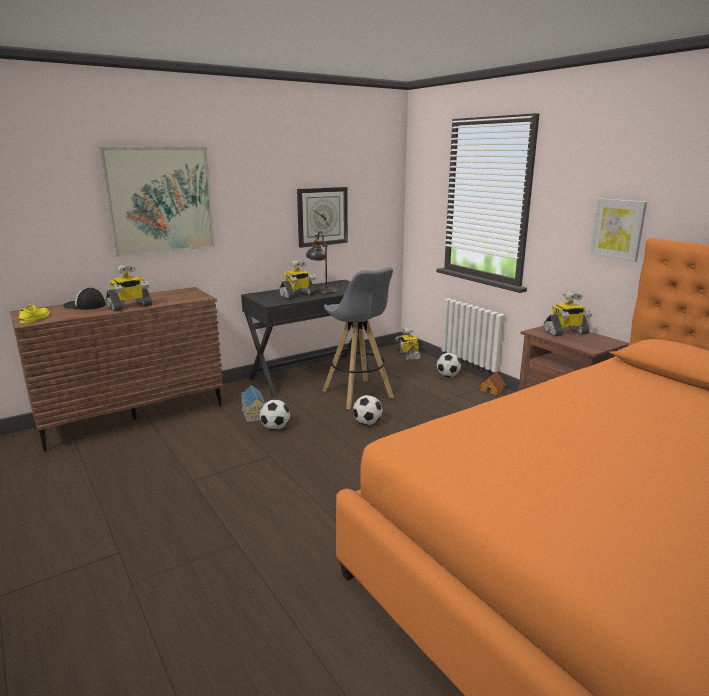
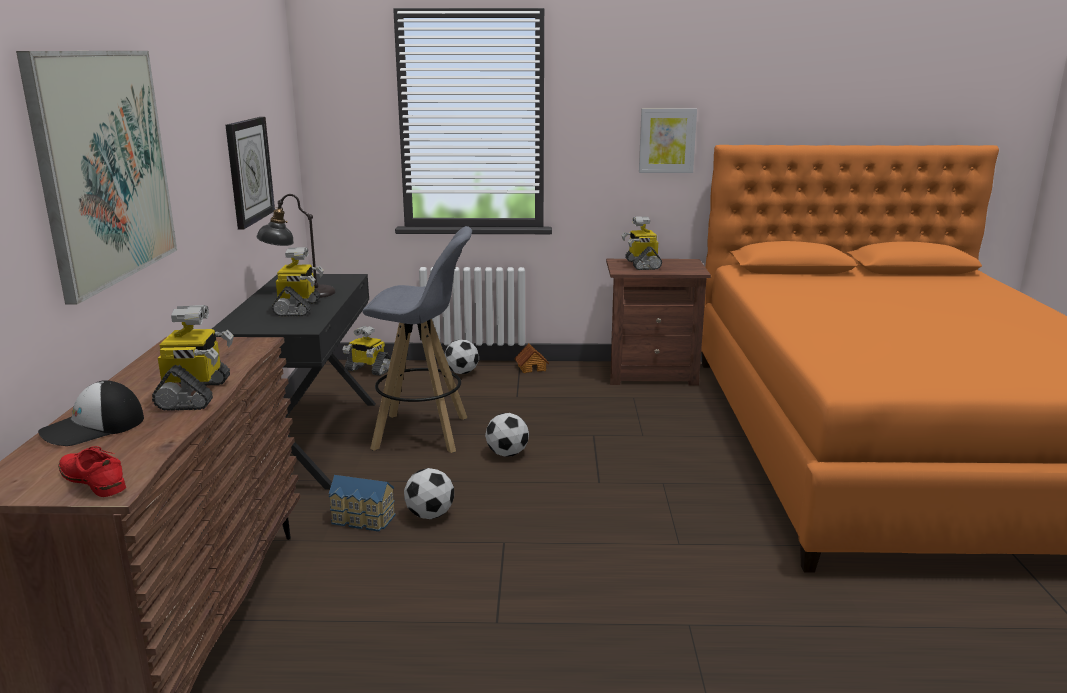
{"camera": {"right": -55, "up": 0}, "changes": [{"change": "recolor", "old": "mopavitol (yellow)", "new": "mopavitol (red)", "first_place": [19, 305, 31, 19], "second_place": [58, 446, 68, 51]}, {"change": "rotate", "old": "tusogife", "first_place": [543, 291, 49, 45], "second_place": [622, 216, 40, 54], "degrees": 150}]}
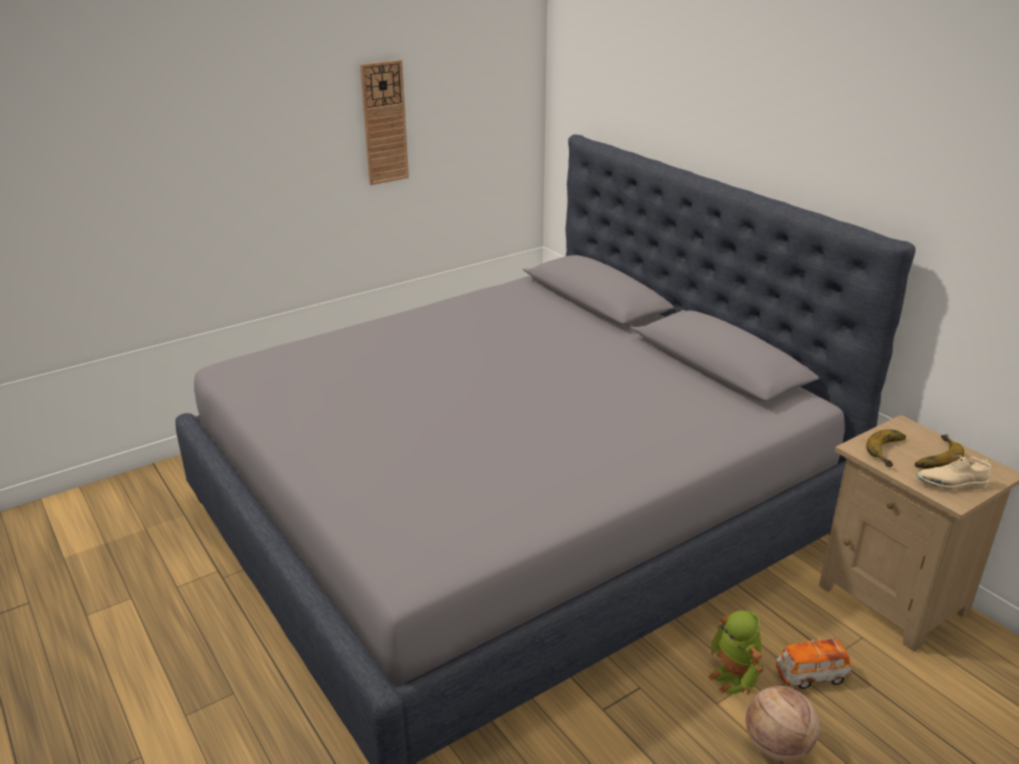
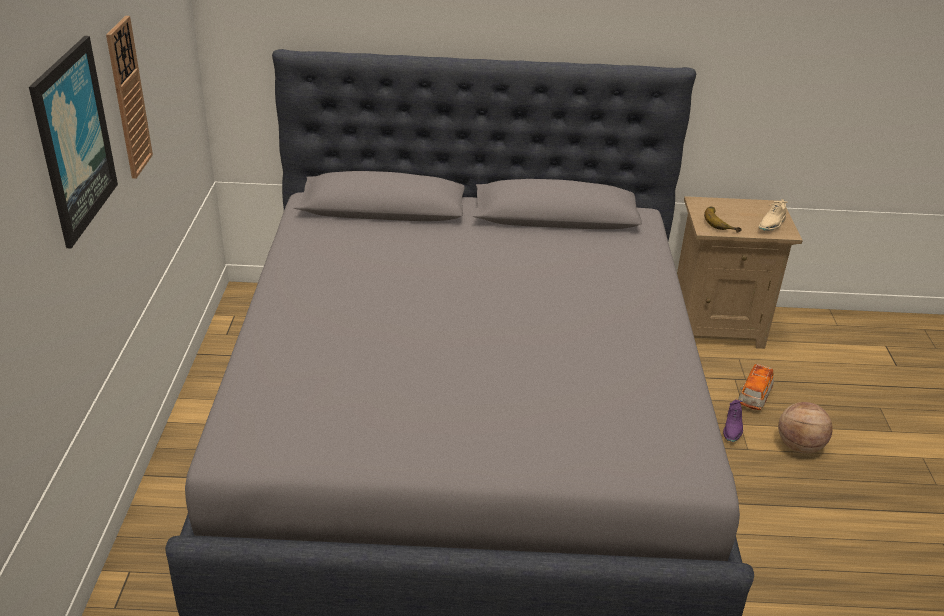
{"camera": {"right": -55, "up": 5}, "changes": [{"change": "delete", "old": "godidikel", "first_place": [915, 435, 49, 34]}, {"change": "insert", "new": "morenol", "second_place": [29, 36, 89, 212]}, {"change": "replace", "old": "tusogife", "new": "mopavitol (purple)", "first_place": [709, 611, 55, 84], "second_place": [723, 399, 20, 43]}]}
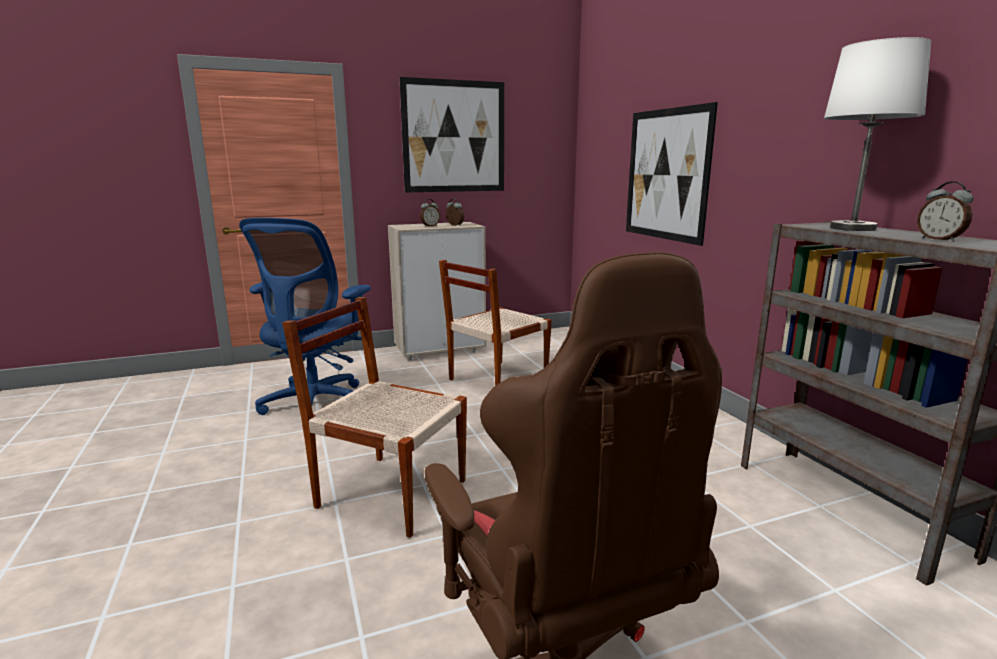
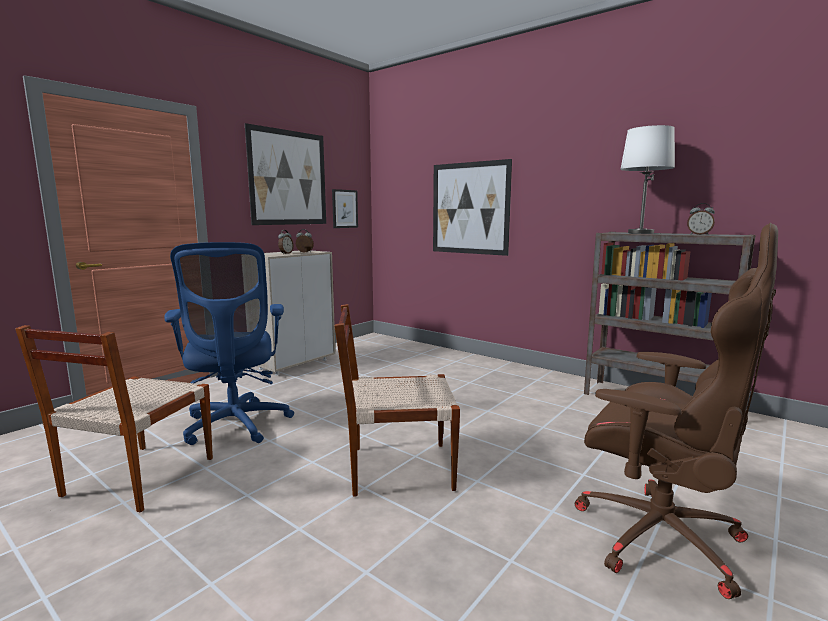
{"camera": {"right": -30, "up": -5}, "changes": [{"change": "insert", "new": "morenol", "second_place": [332, 189, 26, 39]}, {"change": "move", "old": "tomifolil", "first_place": [439, 260, 112, 126], "second_place": [15, 325, 198, 187]}]}
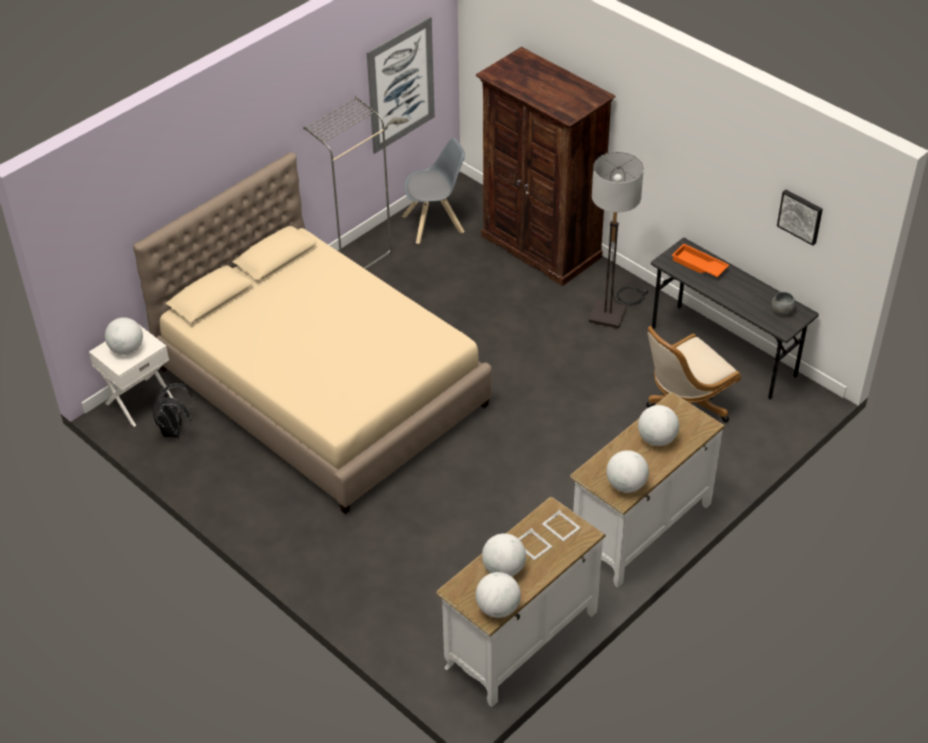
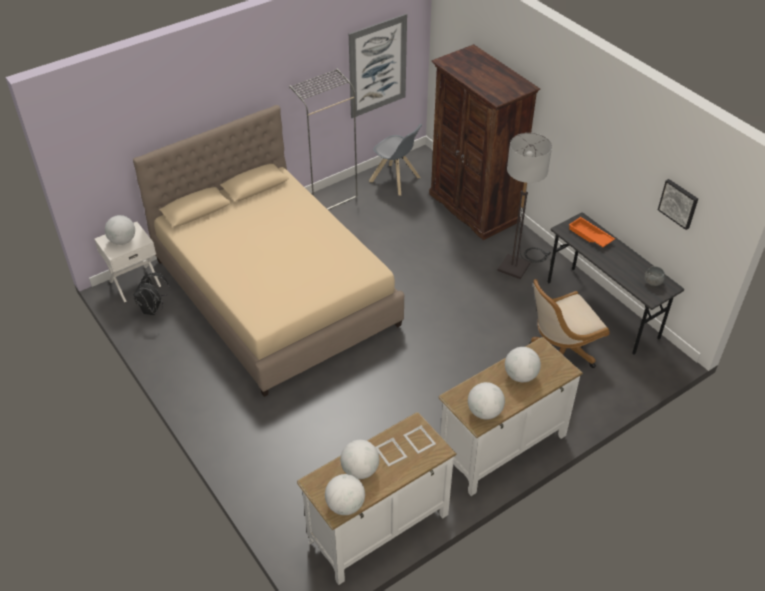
{"camera": {"right": 10, "up": 0}, "changes": [{"change": "rotate", "old": "tomifolil (grey)", "first_place": [402, 138, 63, 106], "second_place": [369, 124, 53, 72], "degrees": 45}]}
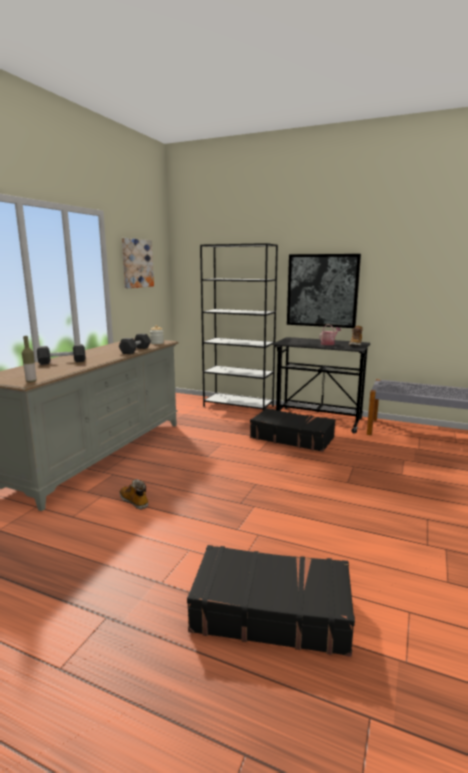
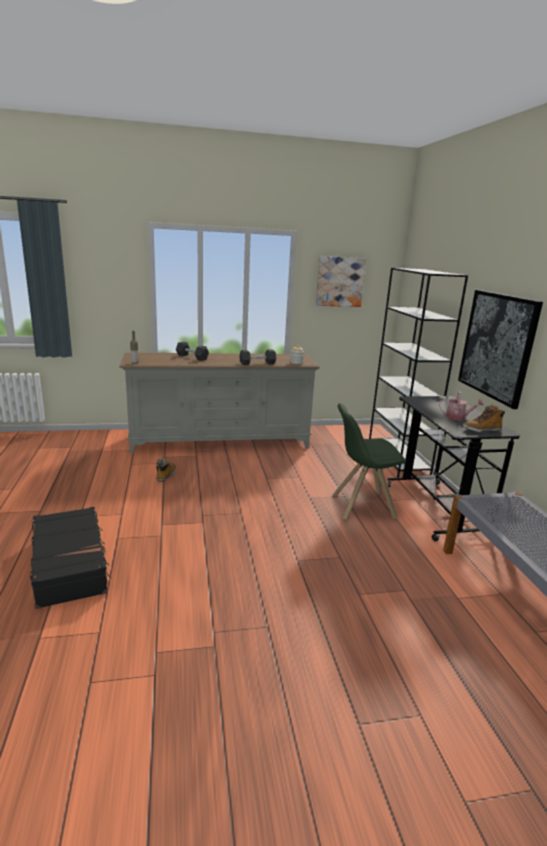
{"camera": {"right": 55, "up": 5}, "changes": [{"change": "replace", "old": "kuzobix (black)", "new": "tomifolil (green)", "first_place": [250, 408, 86, 44], "second_place": [332, 403, 74, 117]}]}
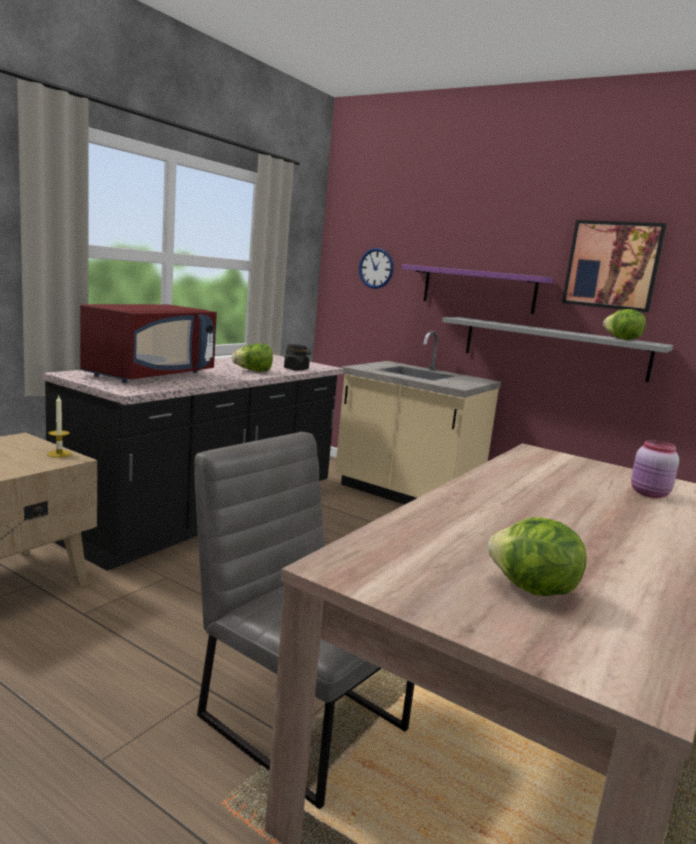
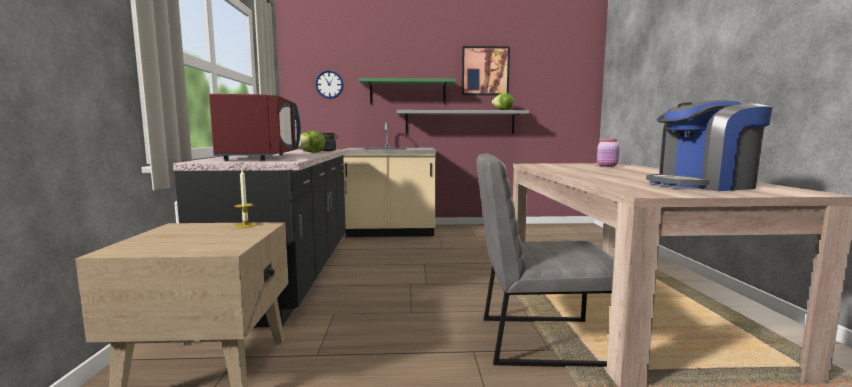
{"camera": {"right": -35, "up": -5}, "changes": [{"change": "replace", "old": "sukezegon", "new": "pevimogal", "first_place": [488, 517, 99, 79], "second_place": [646, 100, 127, 91]}, {"change": "recolor", "old": "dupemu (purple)", "new": "dupemu (green)", "first_place": [402, 264, 152, 50], "second_place": [359, 78, 97, 26]}]}
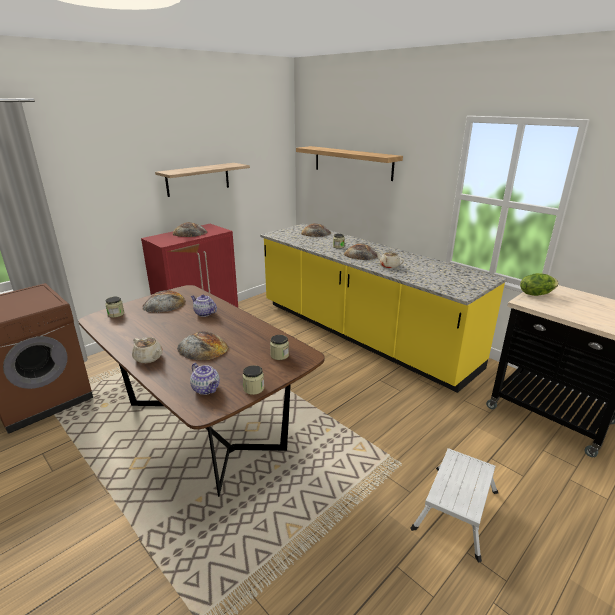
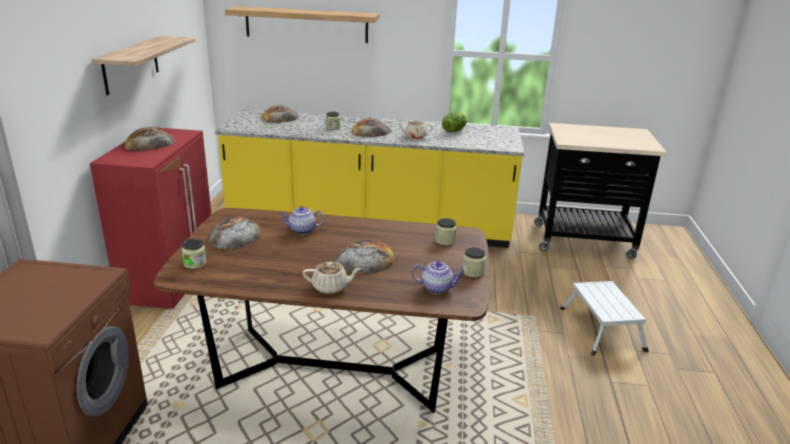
{"camera": {"right": -40, "up": 0}, "changes": [{"change": "move", "old": "sukezegon", "first_place": [520, 273, 39, 23], "second_place": [442, 112, 25, 20]}]}
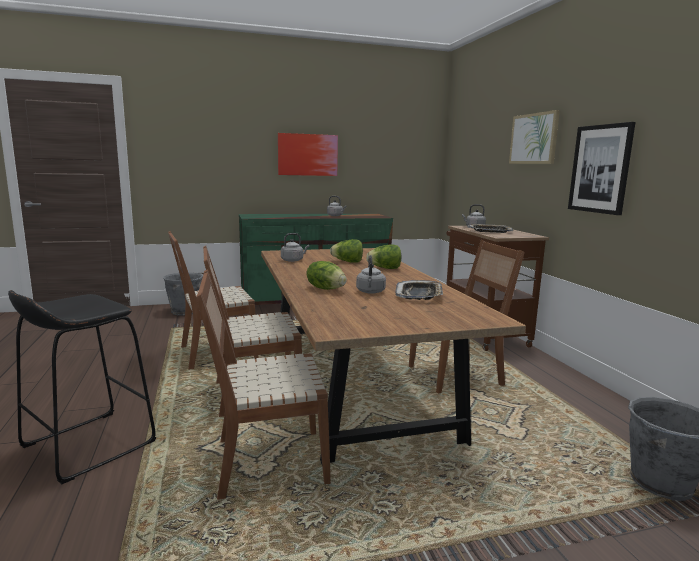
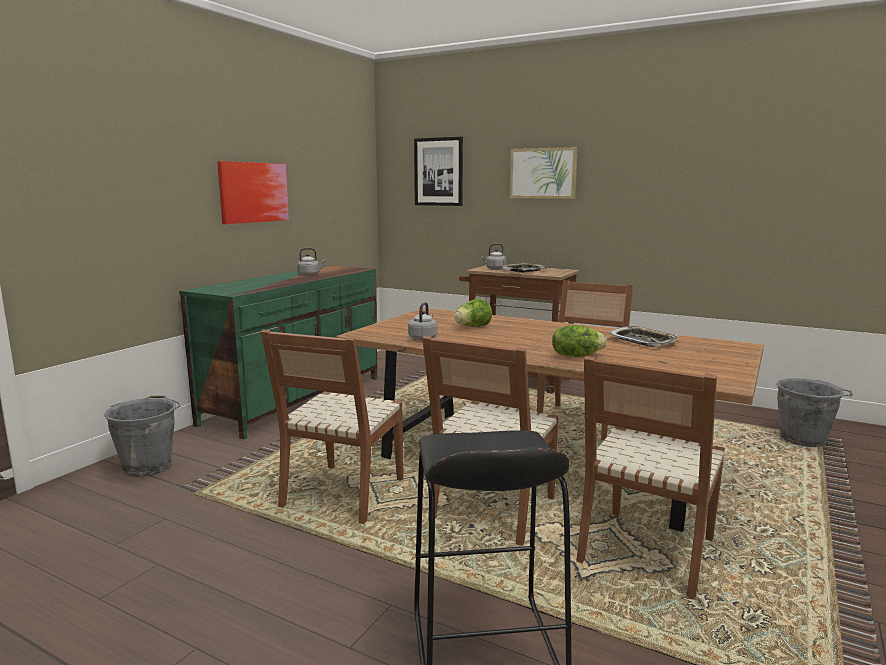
{"camera": {"right": -45, "up": 0}, "changes": [{"change": "delete", "old": "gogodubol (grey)", "first_place": [356, 255, 30, 39]}, {"change": "delete", "old": "sukezegon", "first_place": [366, 244, 35, 25]}, {"change": "move", "old": "morenol", "first_place": [568, 122, 68, 93], "second_place": [414, 137, 49, 69]}]}
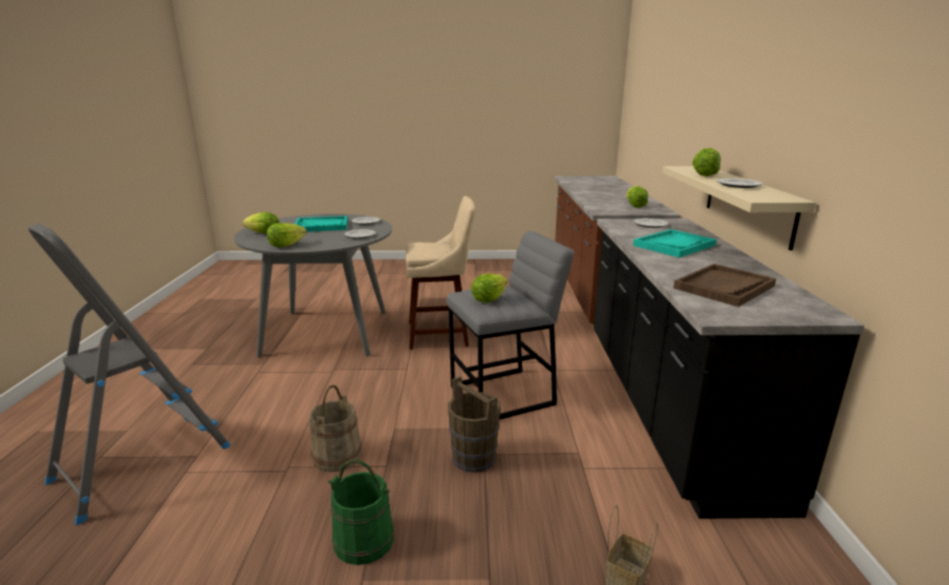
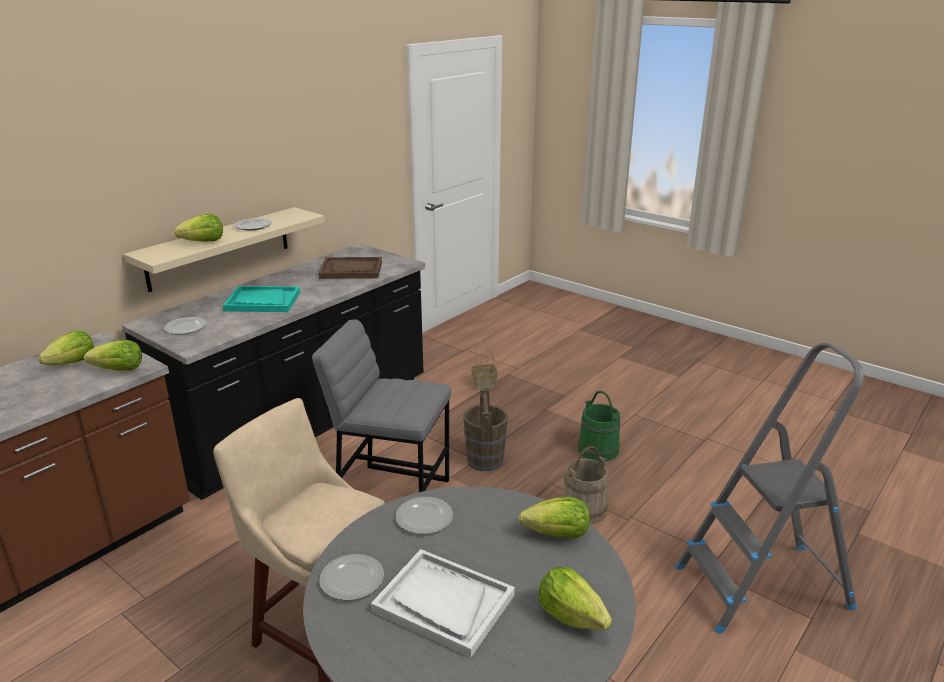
{"camera": {"right": -140, "up": 5}, "changes": [{"change": "move", "old": "sukezegon", "first_place": [471, 274, 37, 28], "second_place": [84, 340, 58, 31]}, {"change": "recolor", "old": "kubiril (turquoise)", "new": "kubiril (white)", "first_place": [295, 216, 53, 16], "second_place": [371, 549, 144, 109]}]}
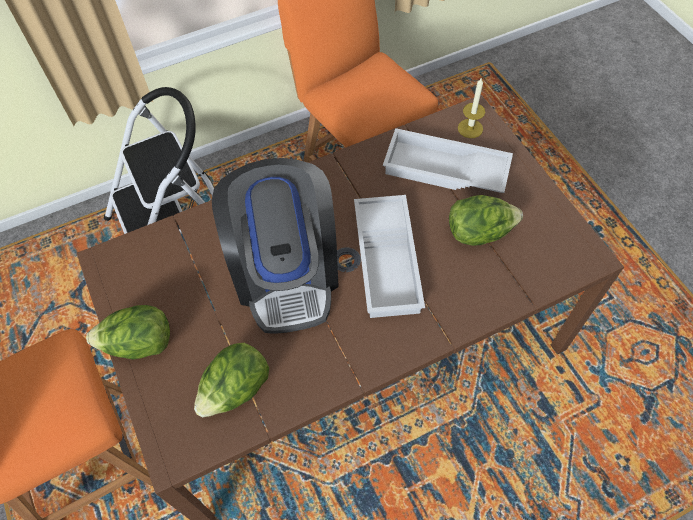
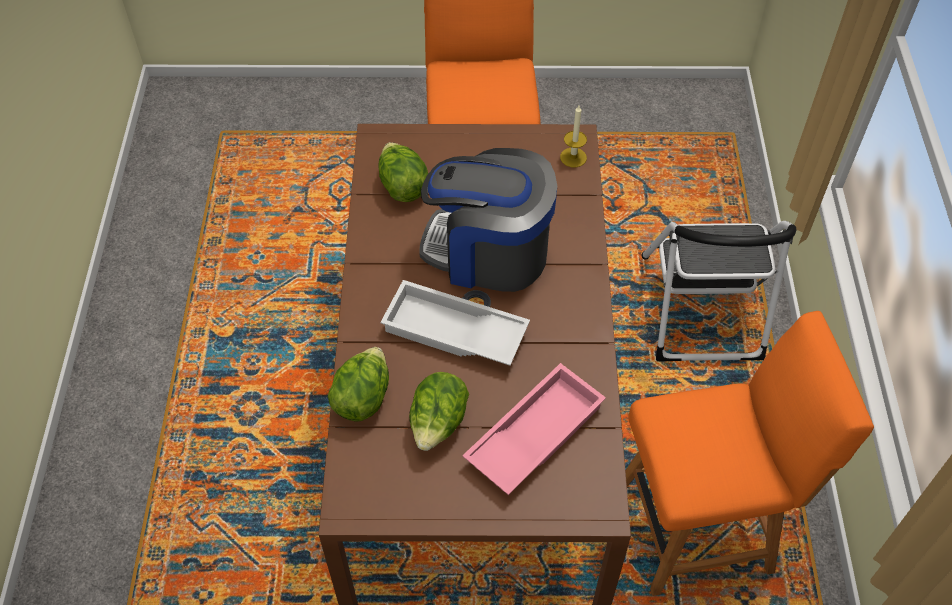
{"camera": {"right": 115, "up": -5}, "changes": [{"change": "move", "old": "sukezegon", "first_place": [86, 305, 84, 55], "second_place": [328, 347, 61, 75]}, {"change": "move", "old": "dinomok", "first_place": [458, 77, 27, 61], "second_place": [560, 106, 27, 61]}, {"change": "recolor", "old": "kubiril (white)", "new": "kubiril (pink)", "first_place": [383, 128, 130, 65], "second_place": [462, 363, 144, 132]}]}
